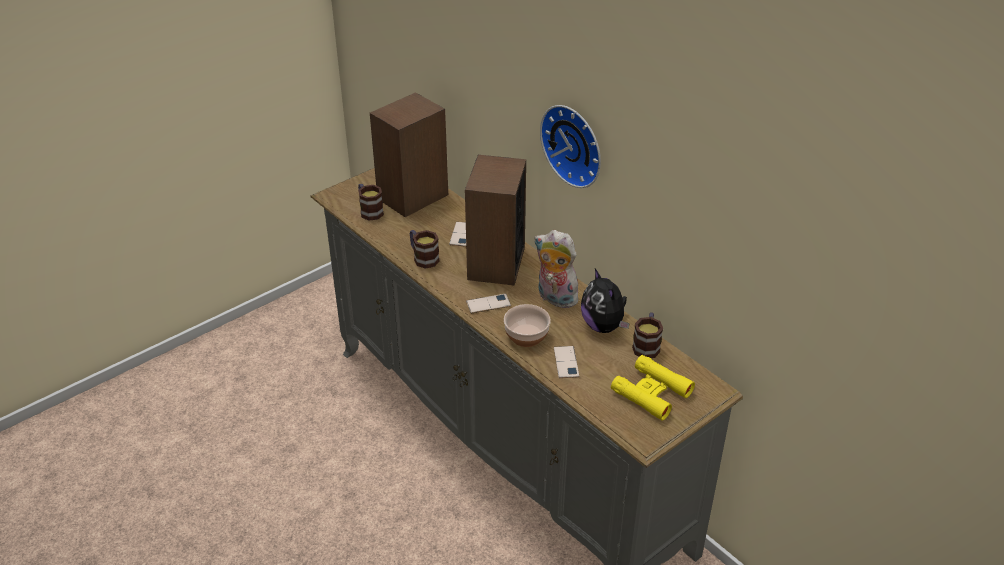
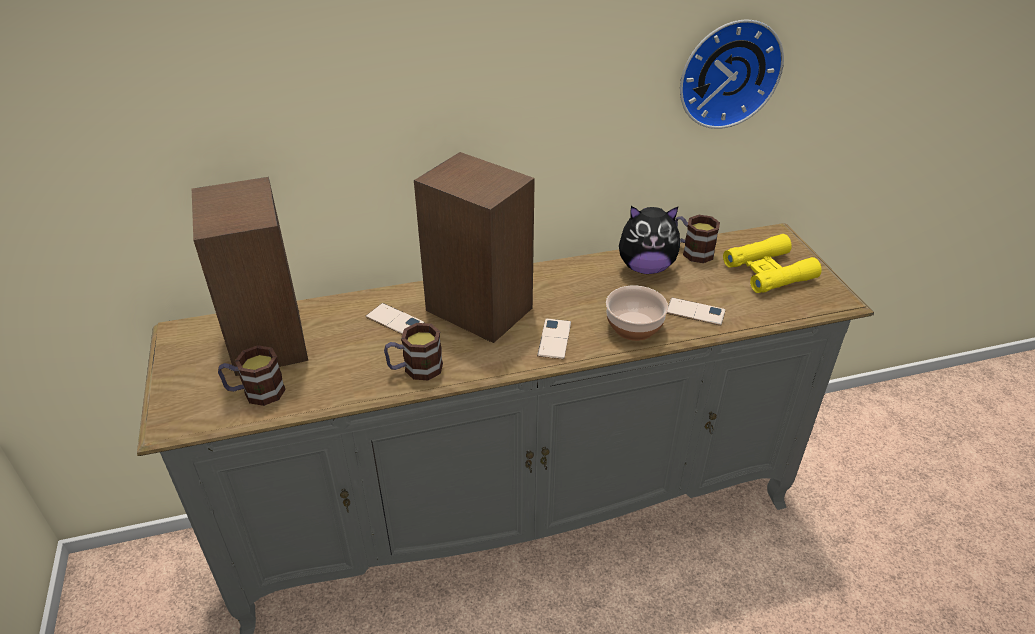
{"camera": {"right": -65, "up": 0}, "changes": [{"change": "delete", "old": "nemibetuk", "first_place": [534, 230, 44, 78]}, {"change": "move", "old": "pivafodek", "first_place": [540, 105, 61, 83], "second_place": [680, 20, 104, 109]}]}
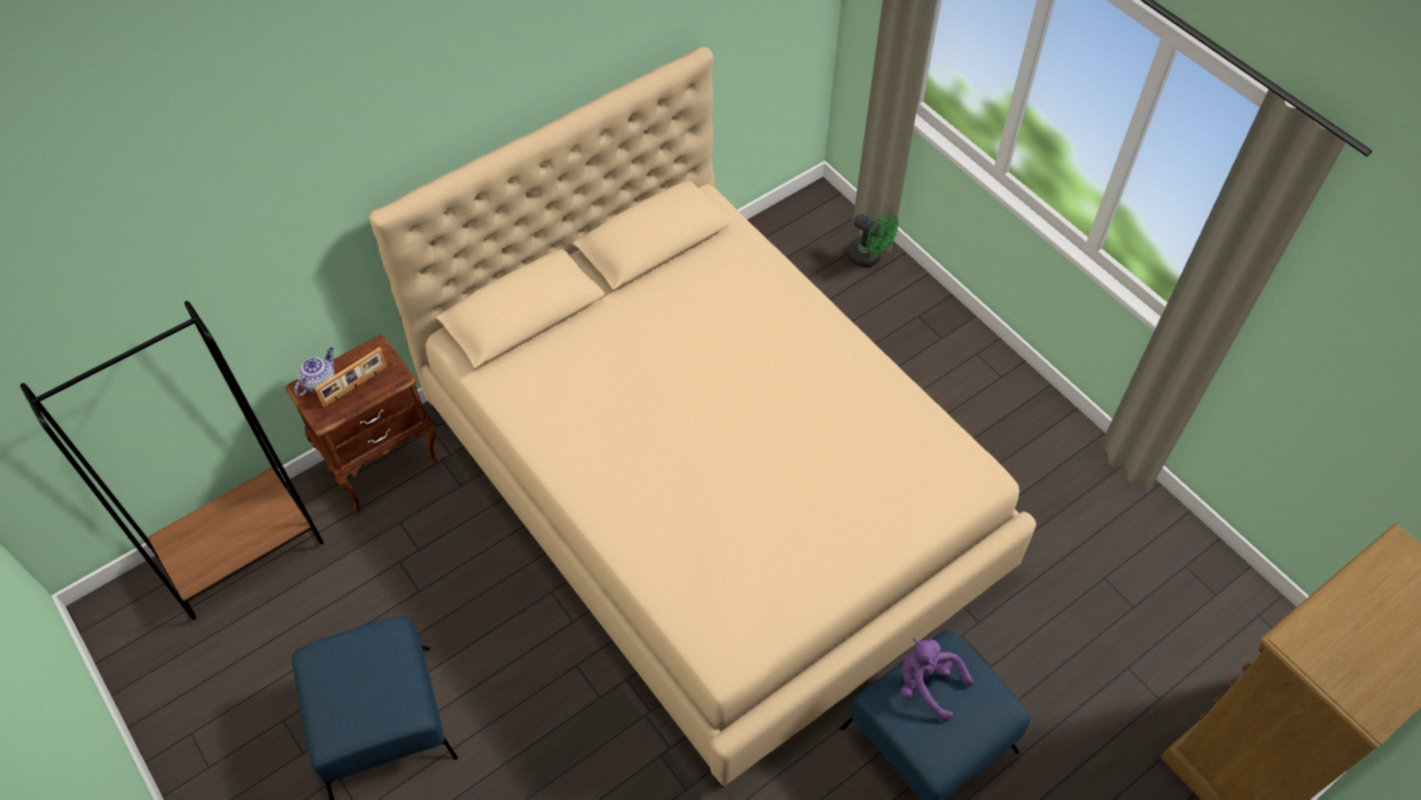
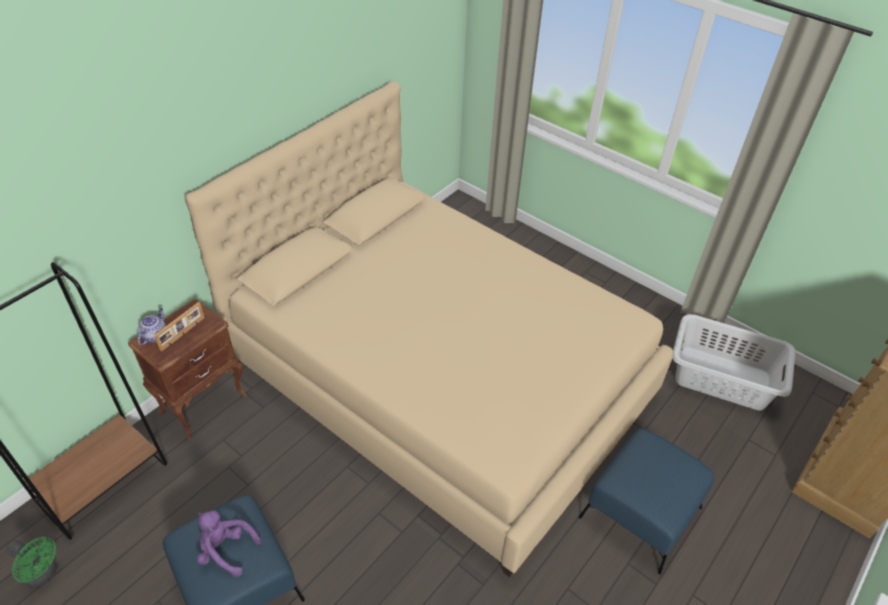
{"camera": {"right": -15, "up": -10}, "changes": [{"change": "insert", "new": "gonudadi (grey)", "second_place": [673, 314, 123, 96]}, {"change": "move", "old": "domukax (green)", "first_place": [847, 213, 52, 54], "second_place": [6, 537, 51, 51]}, {"change": "move", "old": "nemibetuk (purple)", "first_place": [900, 638, 73, 84], "second_place": [197, 510, 64, 67]}]}
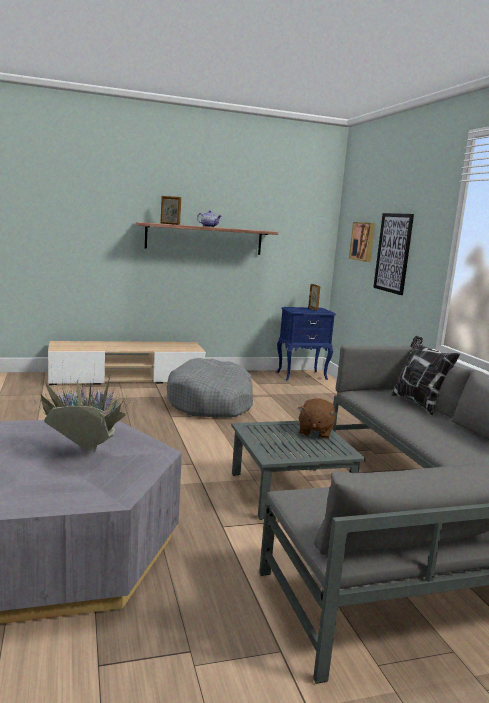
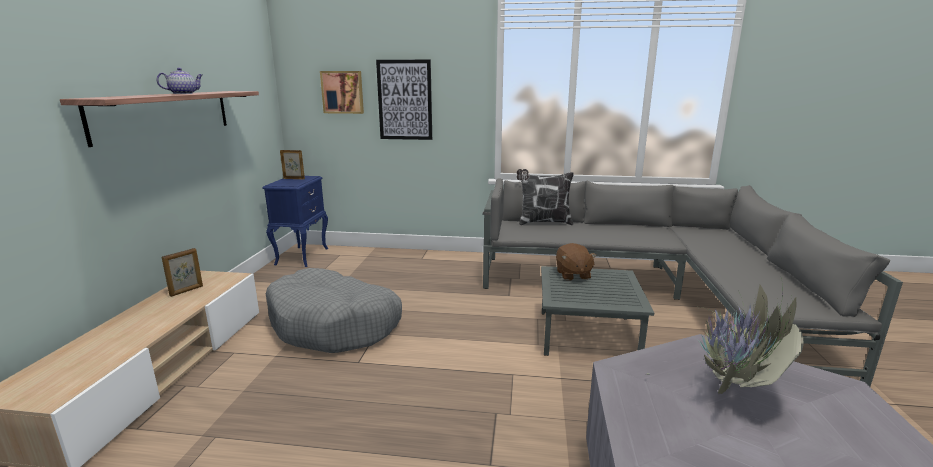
{"camera": {"right": -65, "up": 5}, "changes": [{"change": "move", "old": "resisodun", "first_place": [160, 196, 21, 29], "second_place": [162, 248, 41, 49]}, {"change": "rotate", "old": "nemibetuk (brown)", "first_place": [298, 398, 38, 41], "second_place": [556, 243, 41, 38], "degrees": 45}]}
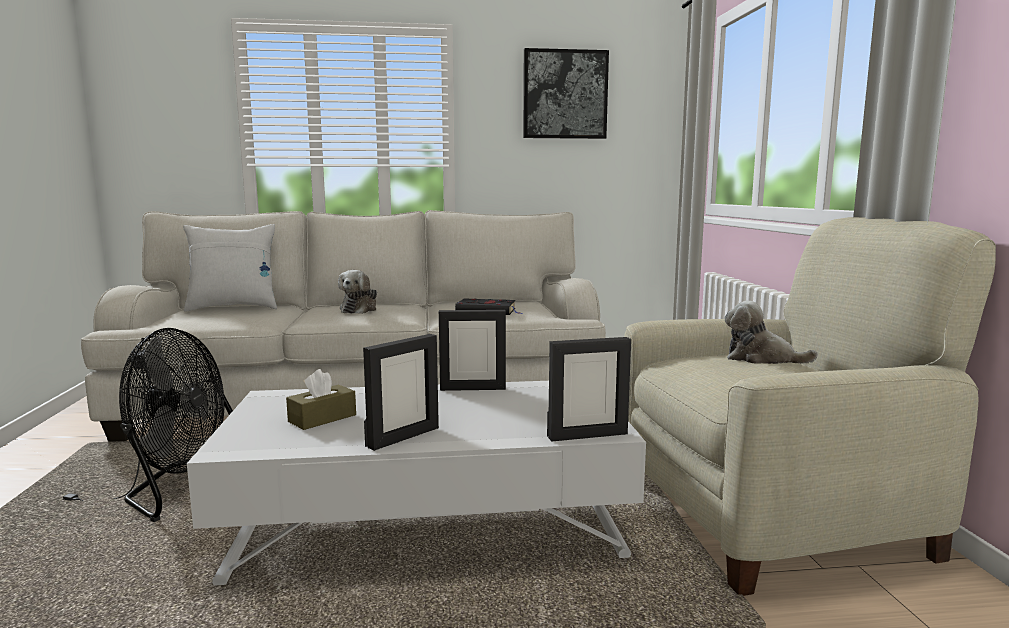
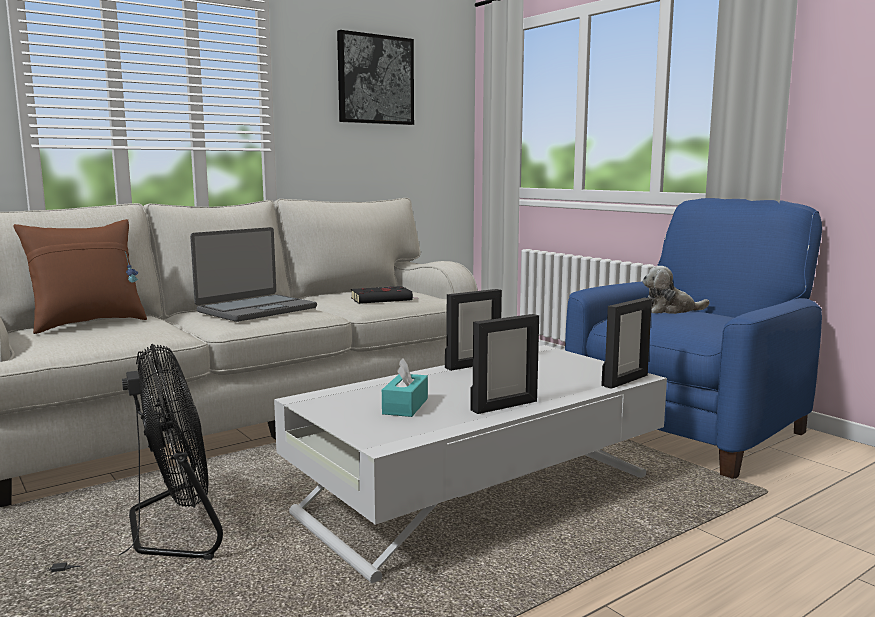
{"camera": {"right": -30, "up": 0}, "changes": [{"change": "replace", "old": "nemibetuk", "new": "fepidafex", "first_place": [338, 270, 39, 44], "second_place": [190, 227, 127, 95]}, {"change": "recolor", "old": "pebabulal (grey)", "new": "pebabulal (brown)", "first_place": [183, 224, 94, 88], "second_place": [13, 219, 134, 115]}, {"change": "recolor", "old": "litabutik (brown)", "new": "litabutik (turquoise)", "first_place": [286, 369, 70, 61], "second_place": [382, 358, 46, 59]}, {"change": "recolor", "old": "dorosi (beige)", "new": "dorosi (blue)", "first_place": [624, 217, 372, 379], "second_place": [565, 198, 257, 281]}, {"change": "rotate", "old": "resisodun", "first_place": [363, 334, 76, 117], "second_place": [470, 314, 69, 100], "degrees": 45}]}
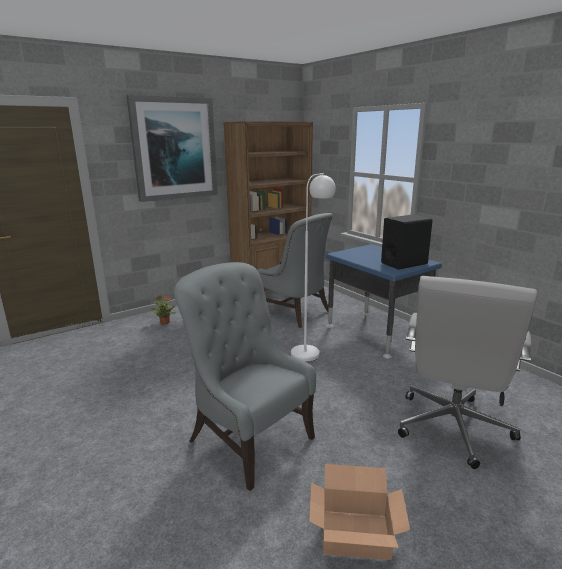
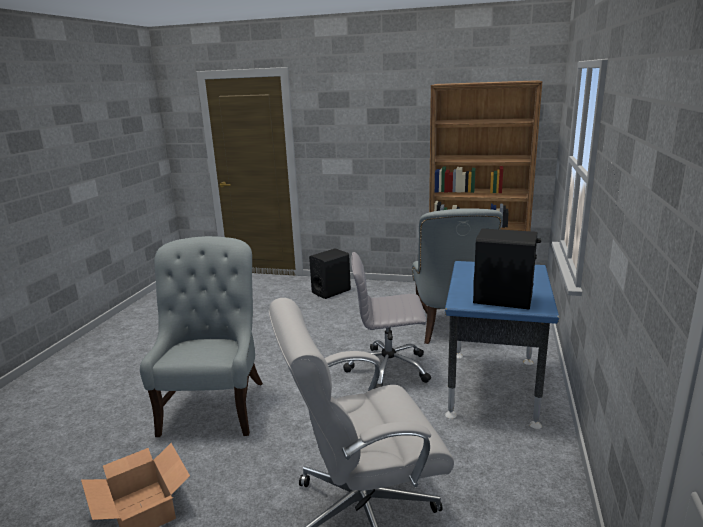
{"camera": {"right": 50, "up": 0}, "changes": [{"change": "delete", "old": "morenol", "first_place": [126, 95, 92, 107]}, {"change": "replace", "old": "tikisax", "new": "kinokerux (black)", "first_place": [150, 295, 27, 30], "second_place": [309, 248, 42, 51]}, {"change": "replace", "old": "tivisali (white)", "new": "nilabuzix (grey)", "first_place": [291, 173, 45, 189], "second_place": [343, 252, 88, 136]}]}
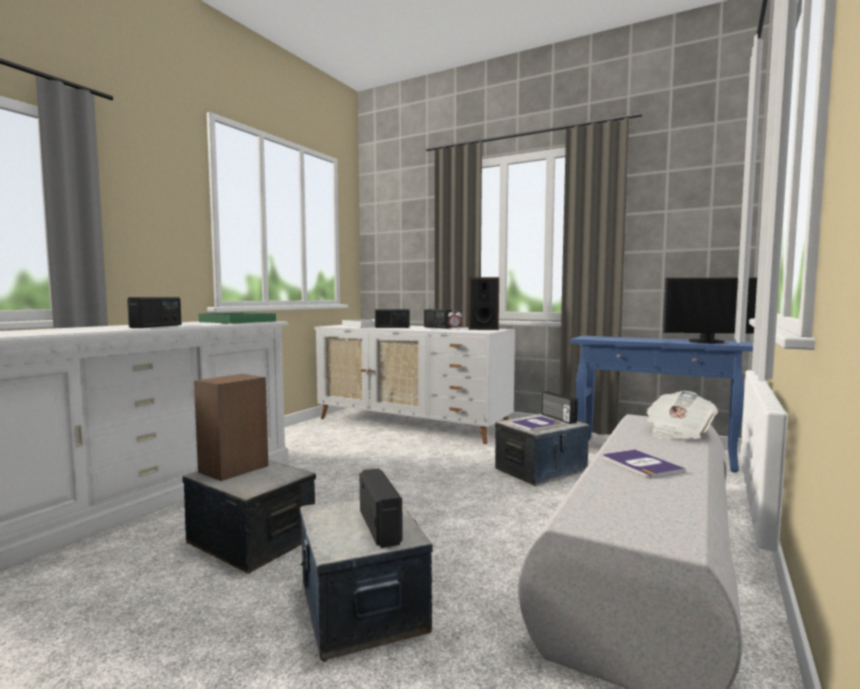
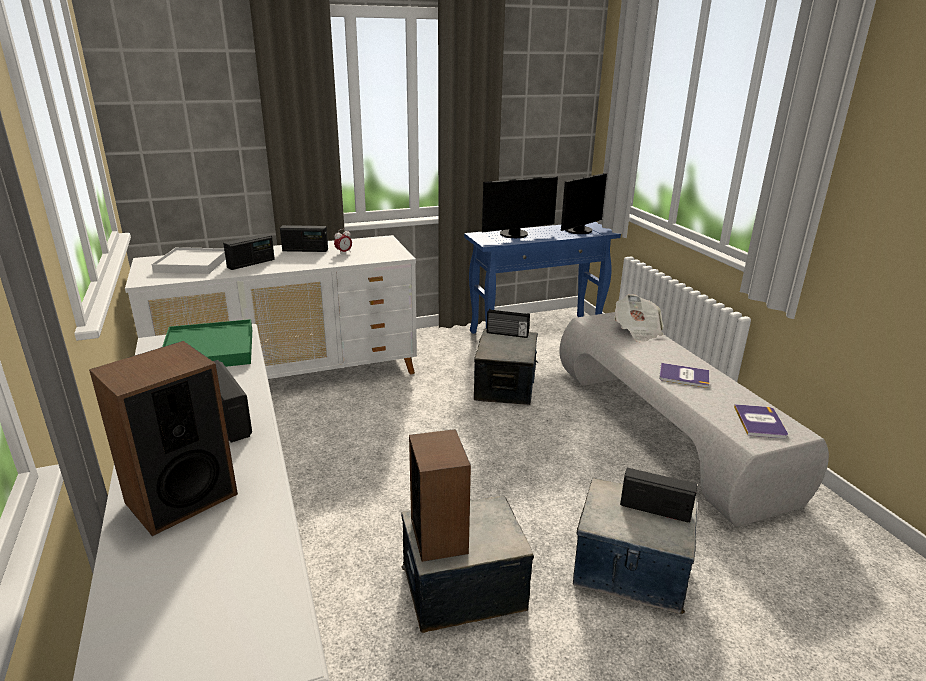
{"camera": {"right": -50, "up": 20}, "changes": [{"change": "insert", "new": "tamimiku", "second_place": [482, 176, 76, 62]}, {"change": "move", "old": "kinokerux", "first_place": [468, 277, 31, 53], "second_place": [89, 341, 149, 195]}, {"change": "move", "old": "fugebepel", "first_place": [510, 416, 51, 15], "second_place": [734, 404, 54, 34]}]}
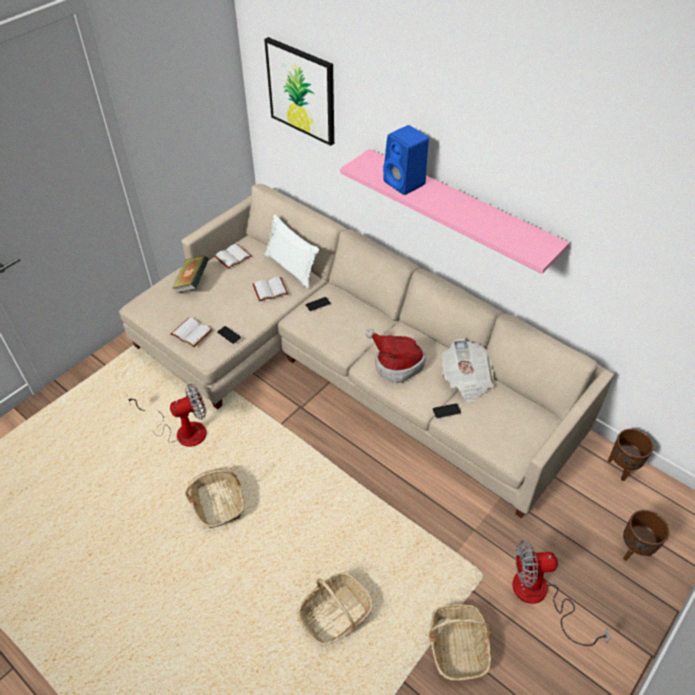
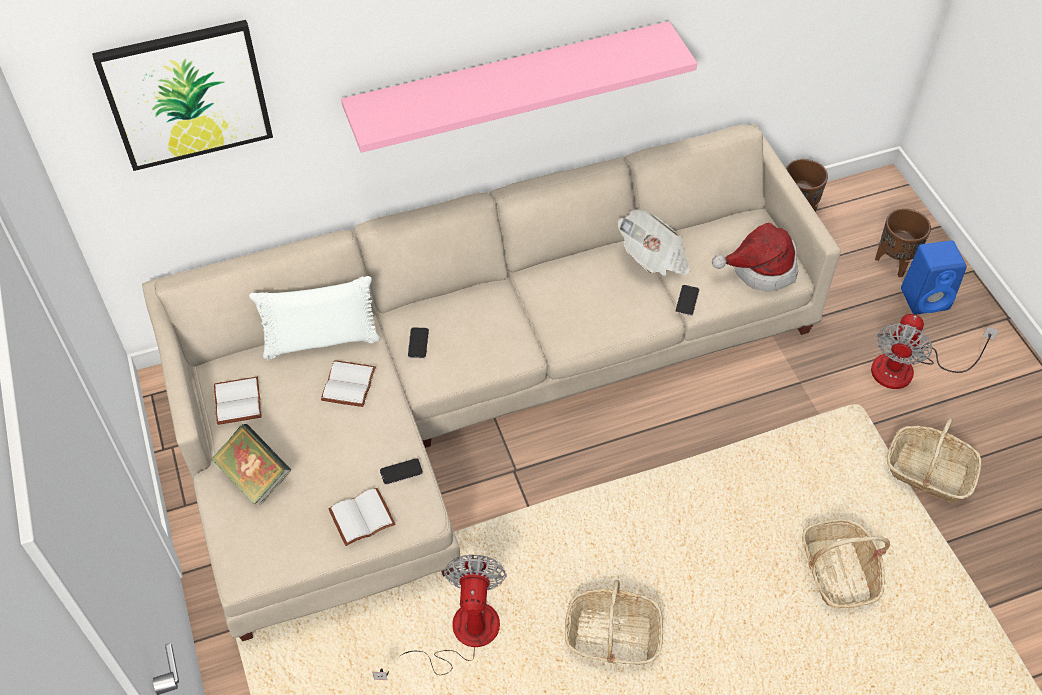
{"camera": {"right": -60, "up": 5}, "changes": [{"change": "move", "old": "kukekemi", "first_place": [366, 329, 60, 55], "second_place": [712, 222, 86, 70]}, {"change": "move", "old": "kinokerux (blue)", "first_place": [383, 125, 46, 70], "second_place": [901, 241, 66, 73]}]}
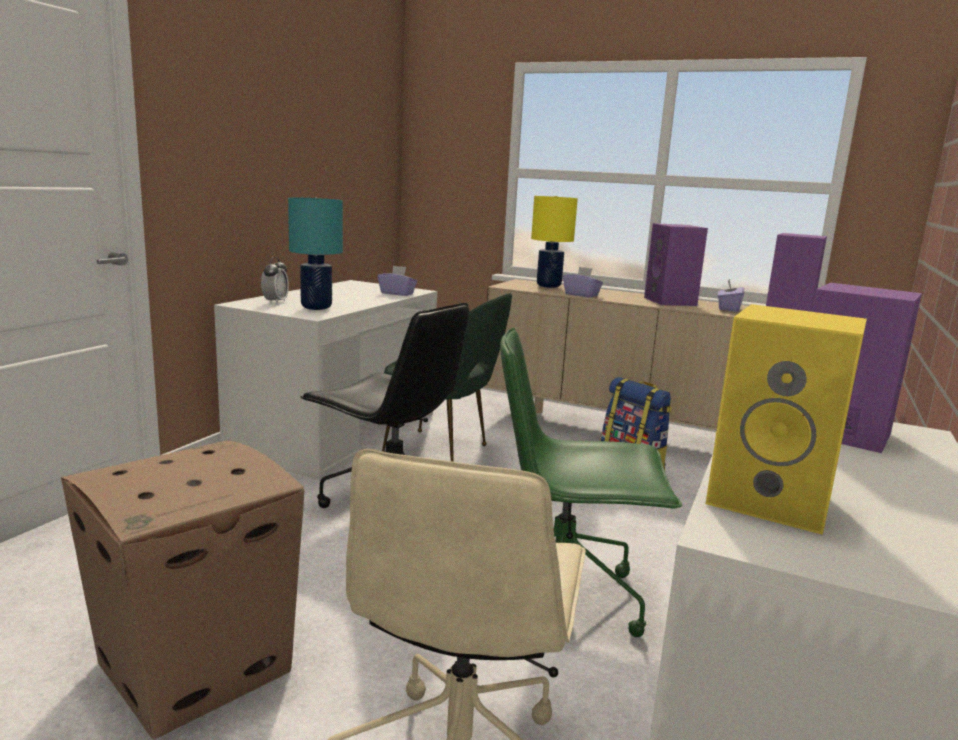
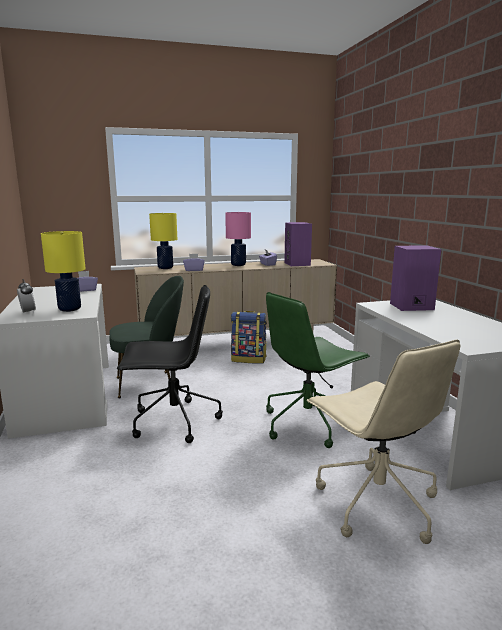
{"camera": {"right": -40, "up": 0}, "changes": [{"change": "delete", "old": "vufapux", "first_place": [61, 441, 243, 298]}, {"change": "delete", "old": "kinokerux (yellow)", "first_place": [706, 304, 161, 231]}, {"change": "replace", "old": "kinokerux (purple)", "new": "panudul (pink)", "first_place": [644, 223, 64, 83], "second_place": [225, 212, 26, 54]}, {"change": "recolor", "old": "panudul (turquoise)", "new": "panudul (yellow)", "first_place": [288, 197, 55, 113], "second_place": [41, 231, 45, 81]}]}
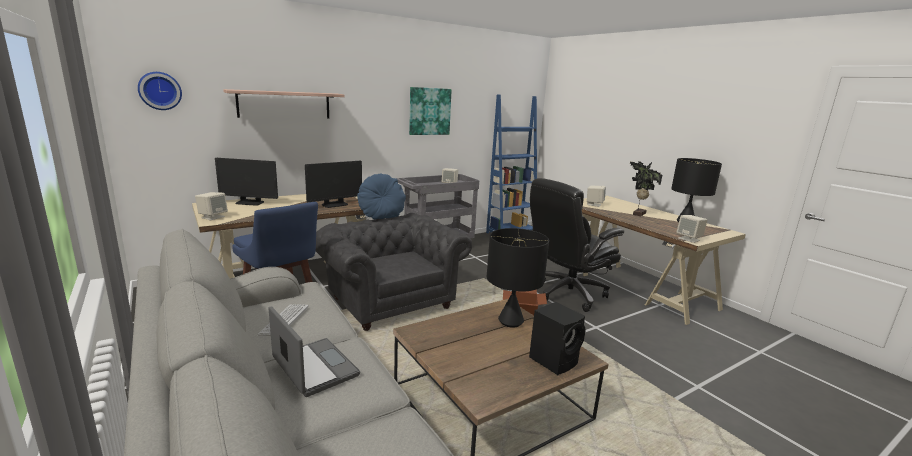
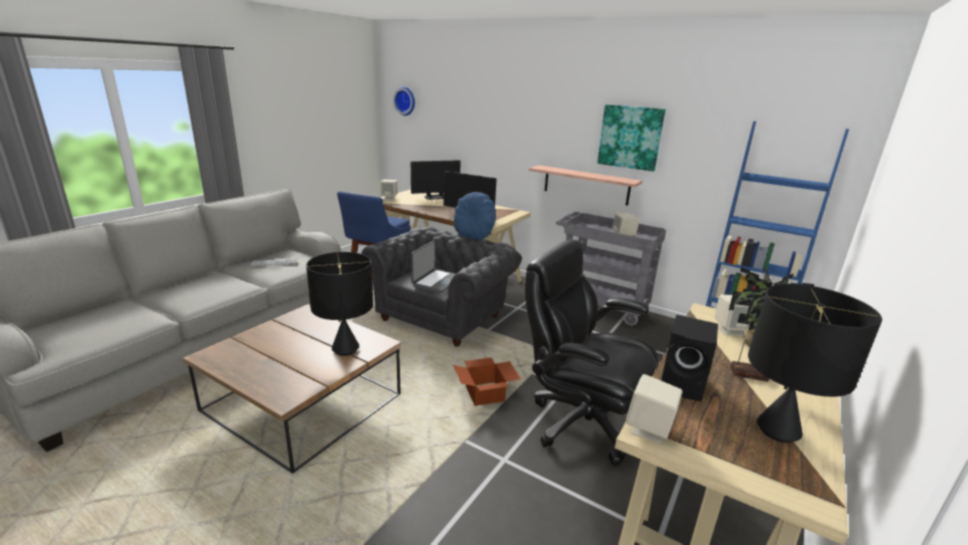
{"camera": {"right": 65, "up": 5}, "changes": [{"change": "move", "old": "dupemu", "first_place": [223, 89, 121, 29], "second_place": [529, 165, 113, 41]}, {"change": "move", "old": "fepidafex", "first_place": [268, 306, 92, 91], "second_place": [411, 240, 44, 53]}, {"change": "move", "old": "kinokerux (black)", "first_place": [529, 302, 57, 73], "second_place": [661, 314, 57, 88]}, {"change": "rotate", "old": "tamimiku", "first_place": [215, 158, 63, 48], "second_place": [411, 160, 50, 40], "degrees": -90}]}
